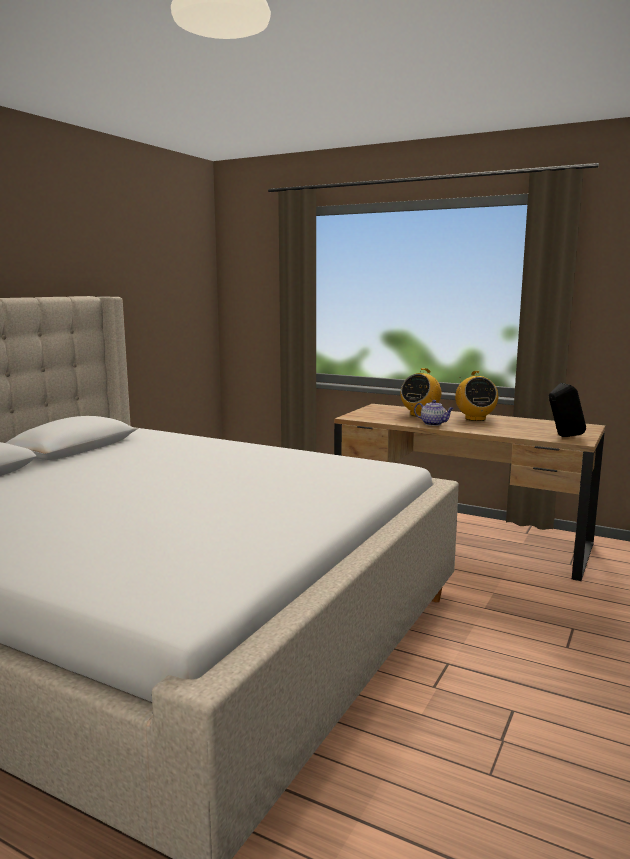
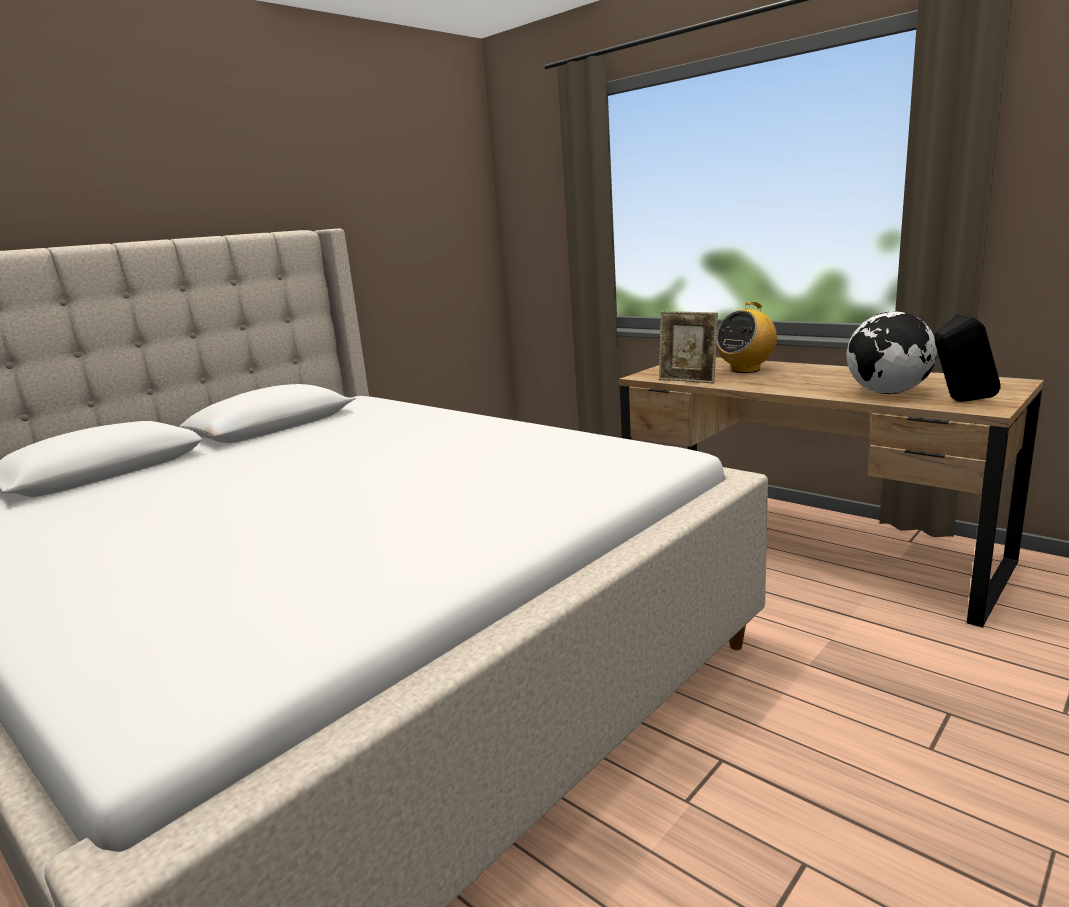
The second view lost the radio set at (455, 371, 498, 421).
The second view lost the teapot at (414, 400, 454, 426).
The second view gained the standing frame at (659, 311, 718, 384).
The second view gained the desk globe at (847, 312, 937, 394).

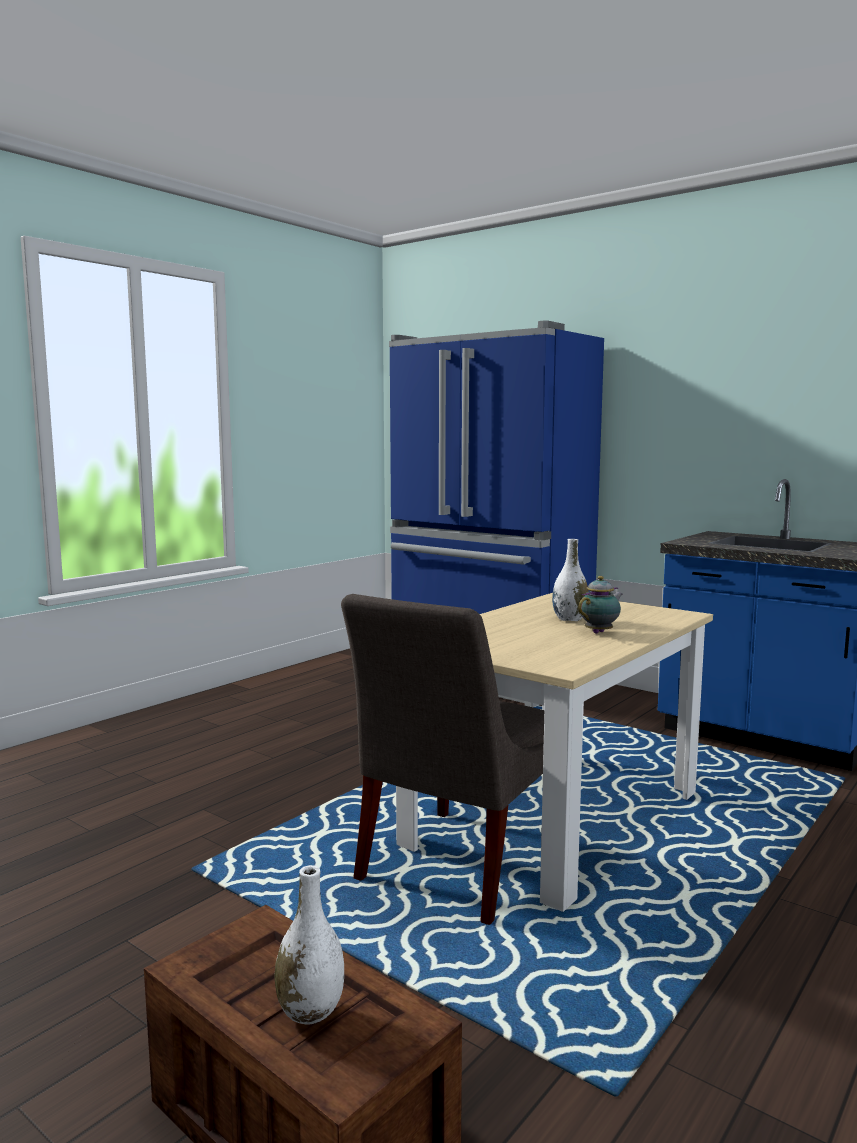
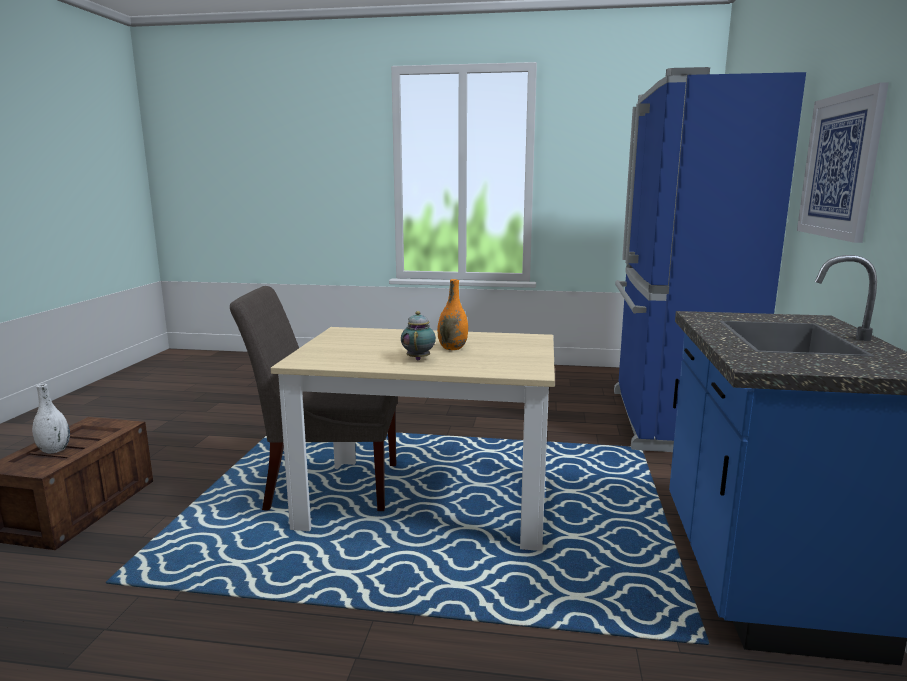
What was the vase/whitish at (552, 539, 589, 621) turned into the vase/orange-coloured at (437, 279, 468, 350).
The teapot at (579, 576, 623, 634) ended up facing another way, 105 degrees counterclockwise from before.
The second view gained the picture at (797, 82, 889, 243).

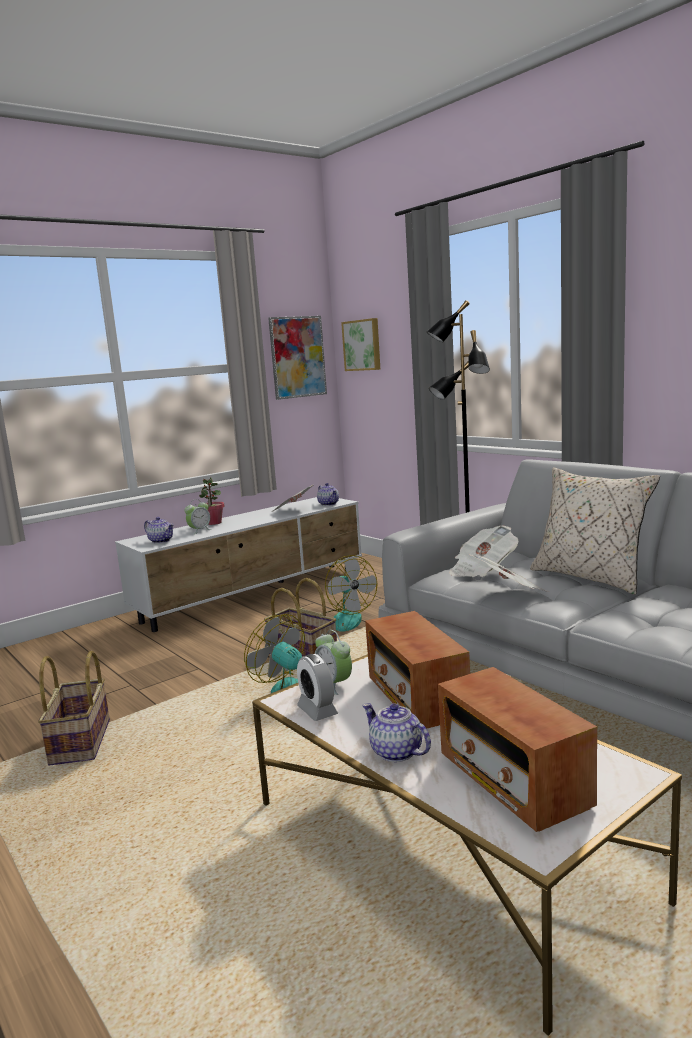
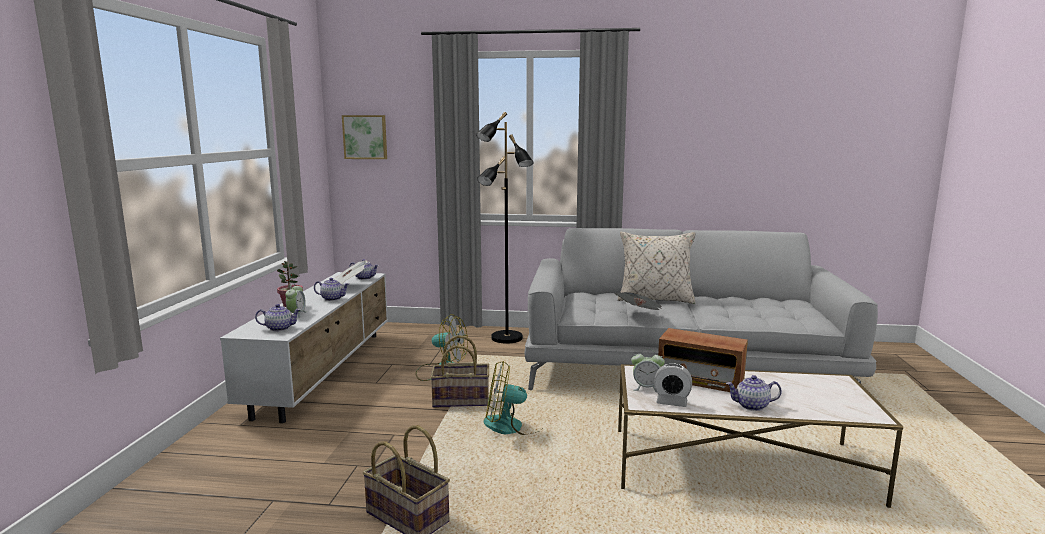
The second view lost the picture at (268, 316, 327, 400).
The second view lost the printed paper at (449, 526, 518, 577).
The second view lost the radio set at (438, 667, 597, 832).
The second view gained the teapot at (314, 278, 349, 301).

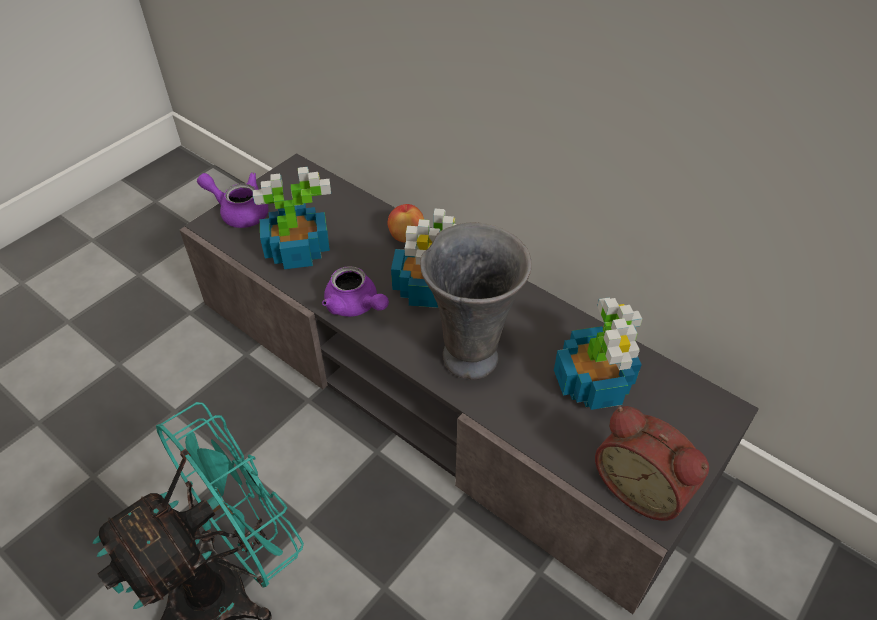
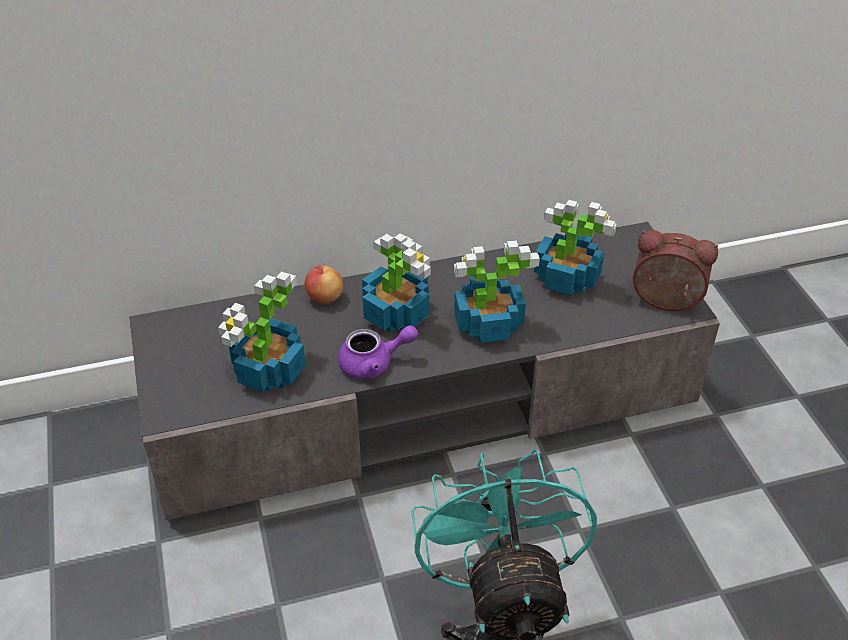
The second view lost the teapot/purple-coloured at (197, 172, 269, 228).
Where the vase/gray stood at (420, 222, 532, 380), the potted plant came to stand at (454, 240, 540, 343).
The alarm clock at (595, 406, 709, 521) ended up facing another way, 150 degrees counterclockwise from before.

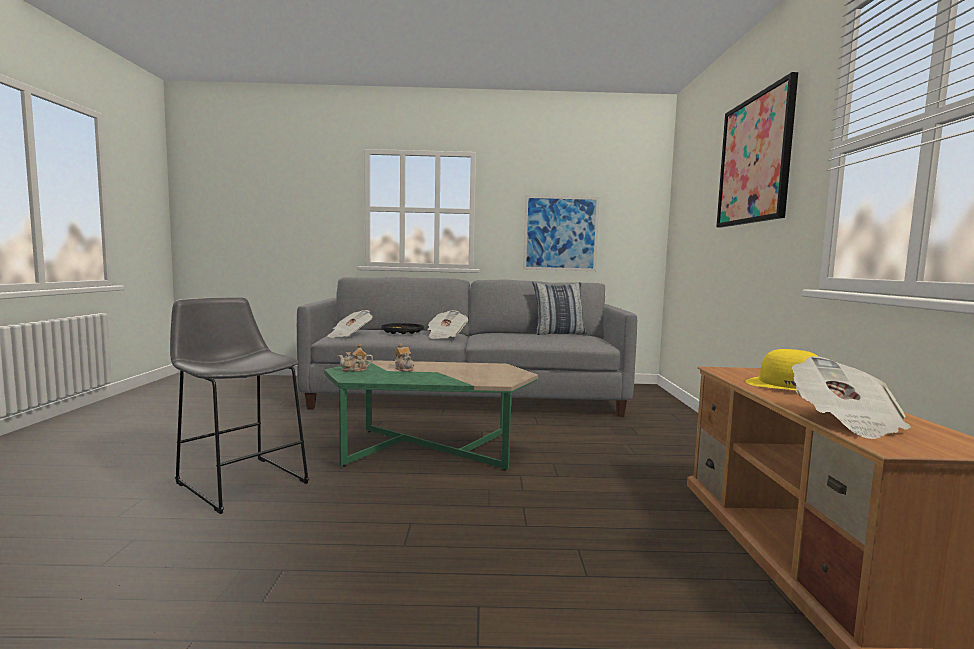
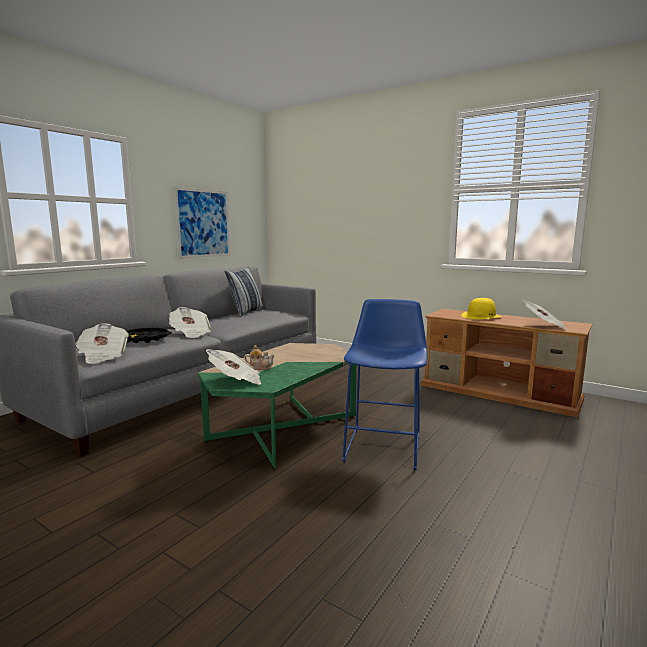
The second view lost the picture at (716, 72, 798, 227).
The second view lost the sitting stool/gray at (170, 297, 309, 514).
Where the teapot stood at (338, 344, 373, 372), the printed paper came to stand at (206, 349, 261, 385).
The second view gained the sitting stool/blue at (342, 299, 428, 471).

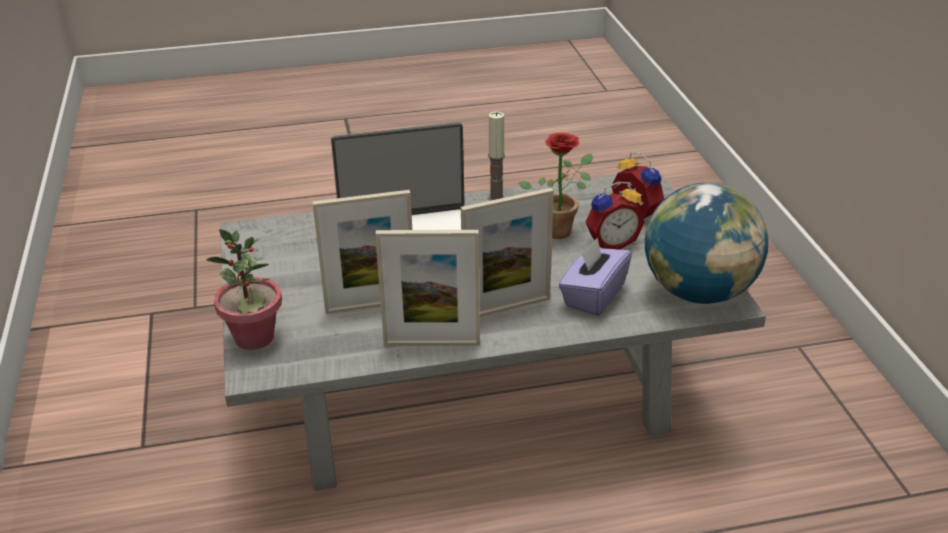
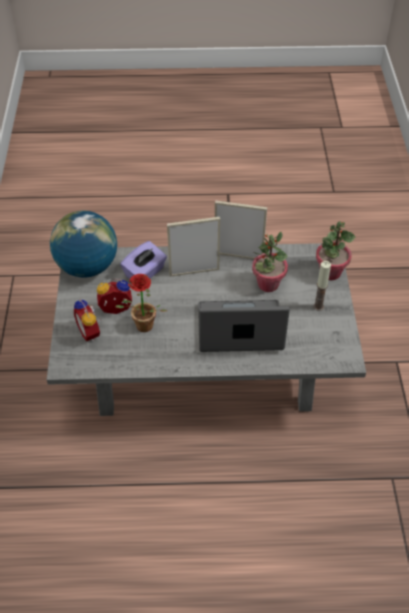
The wax light ended up elsewhere, having gone from (488, 112, 505, 201) to (313, 261, 331, 311).
Where the standing frame stood at (312, 190, 412, 314), the potted plant came to stand at (252, 231, 288, 292).

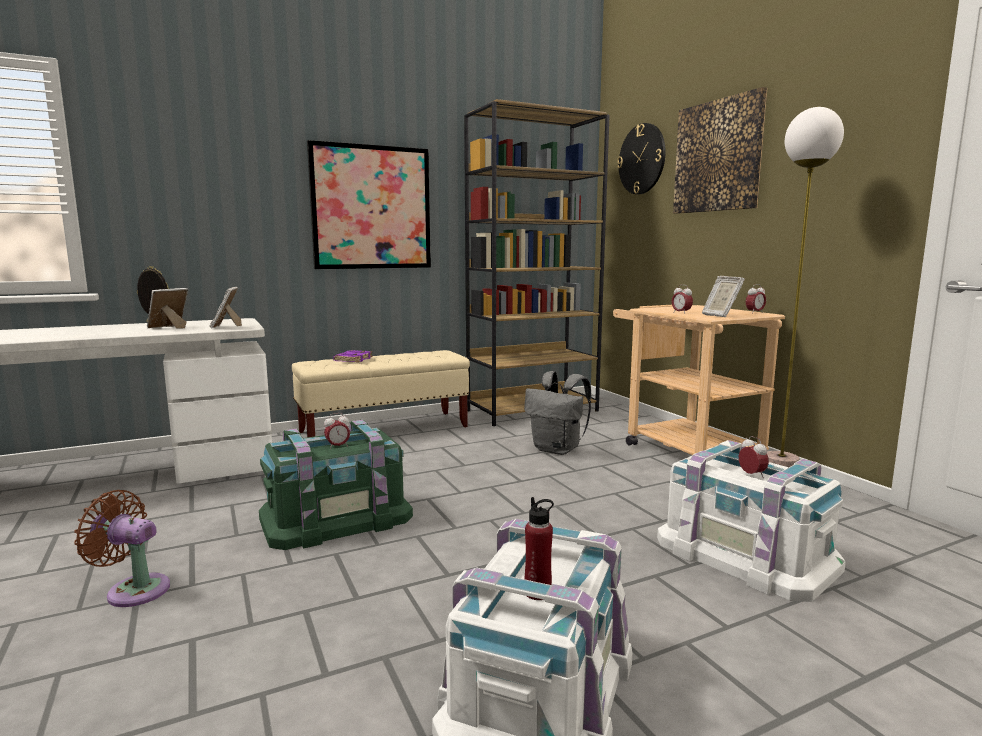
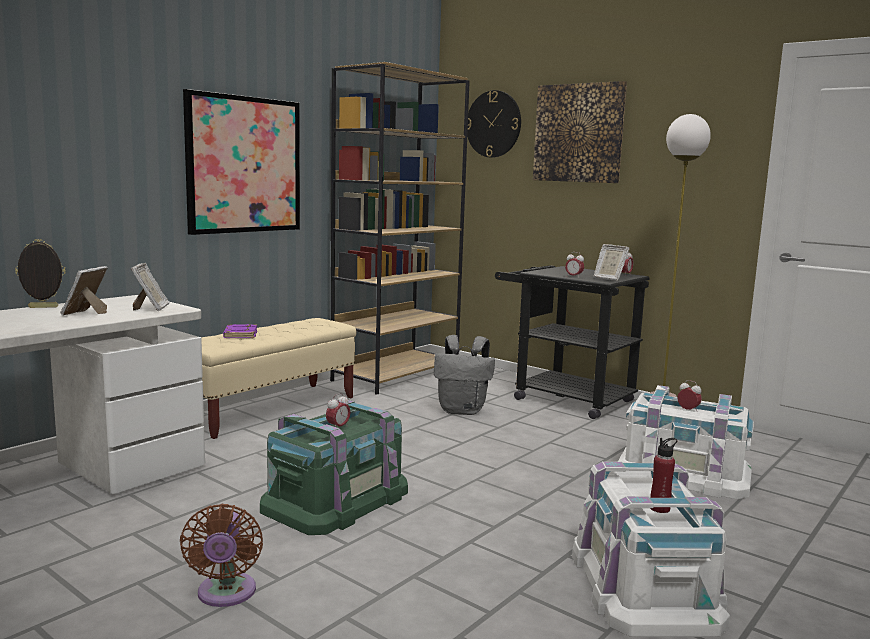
The standing frame at (210, 287, 242, 328) ended up facing another way, 150 degrees counterclockwise from before.
What was the trolley/beige at (613, 305, 785, 455) turned into the trolley/blackish at (495, 265, 649, 419).
The fan/brown-coloured at (74, 490, 170, 607) ended up facing another way, 90 degrees counterclockwise from before.

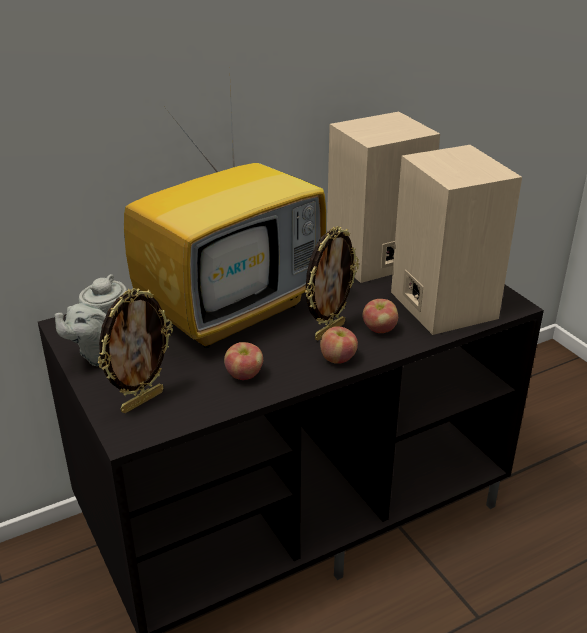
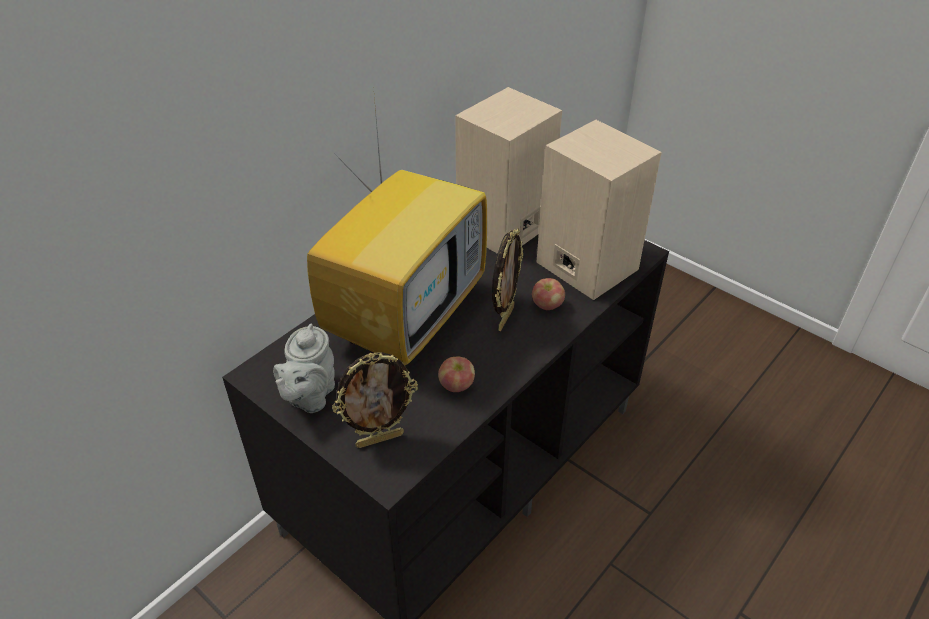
The standing frame at (97, 288, 173, 413) ended up facing another way, 45 degrees clockwise from before.
The second view lost the apple at (320, 326, 358, 364).

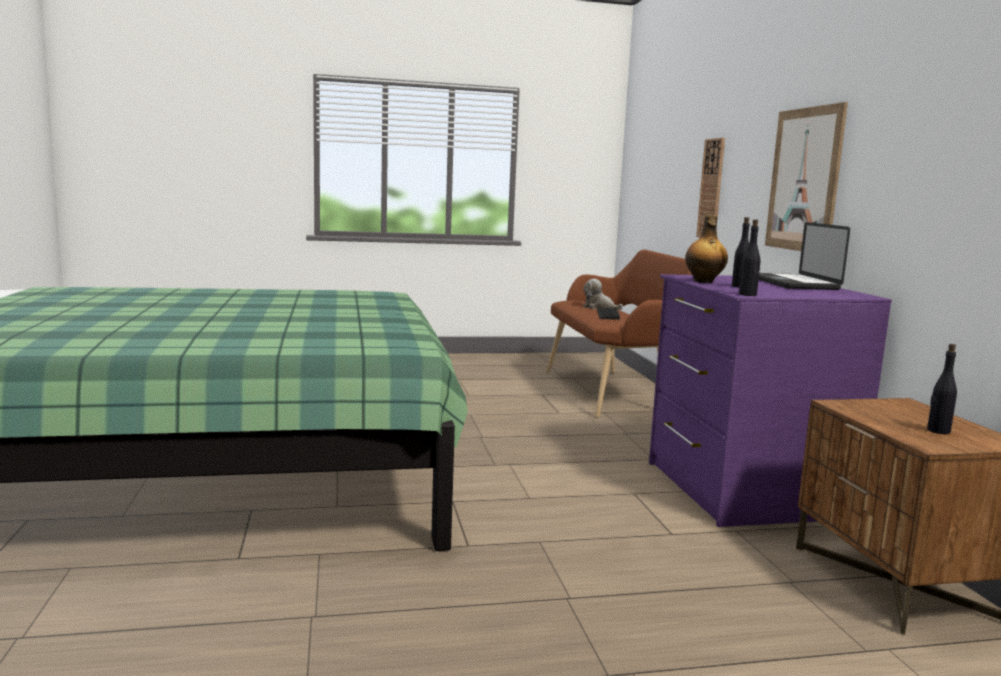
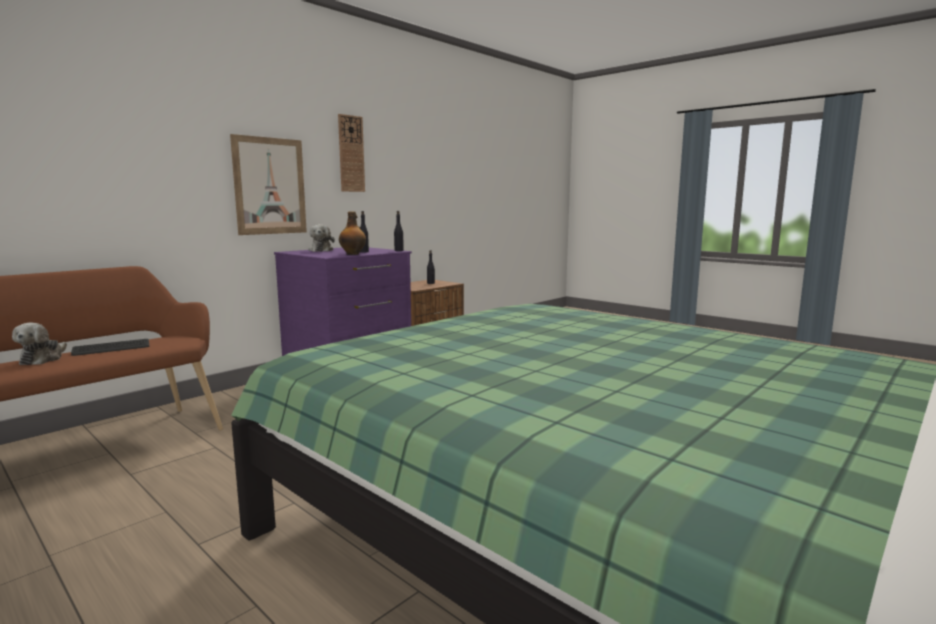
The clock on the wall ended up elsewhere, having gone from (696, 138, 725, 237) to (338, 114, 365, 192).
Where the notebook computer stood at (759, 222, 850, 290), the soft toy came to stand at (308, 224, 335, 252).

